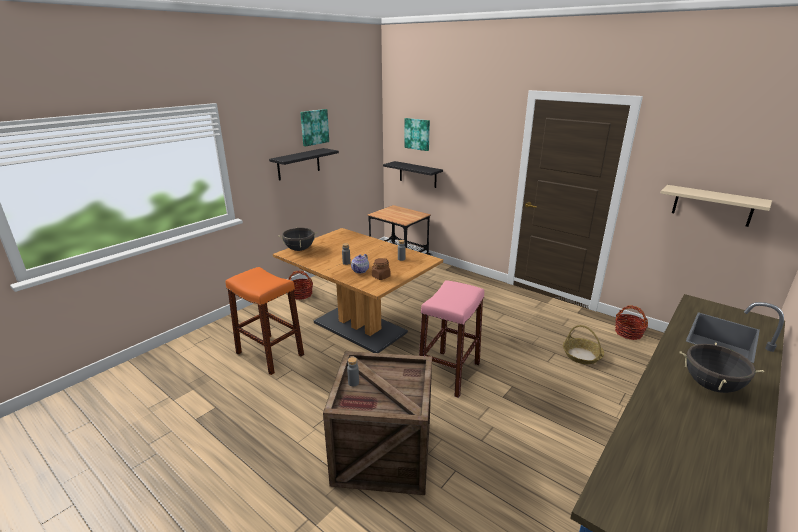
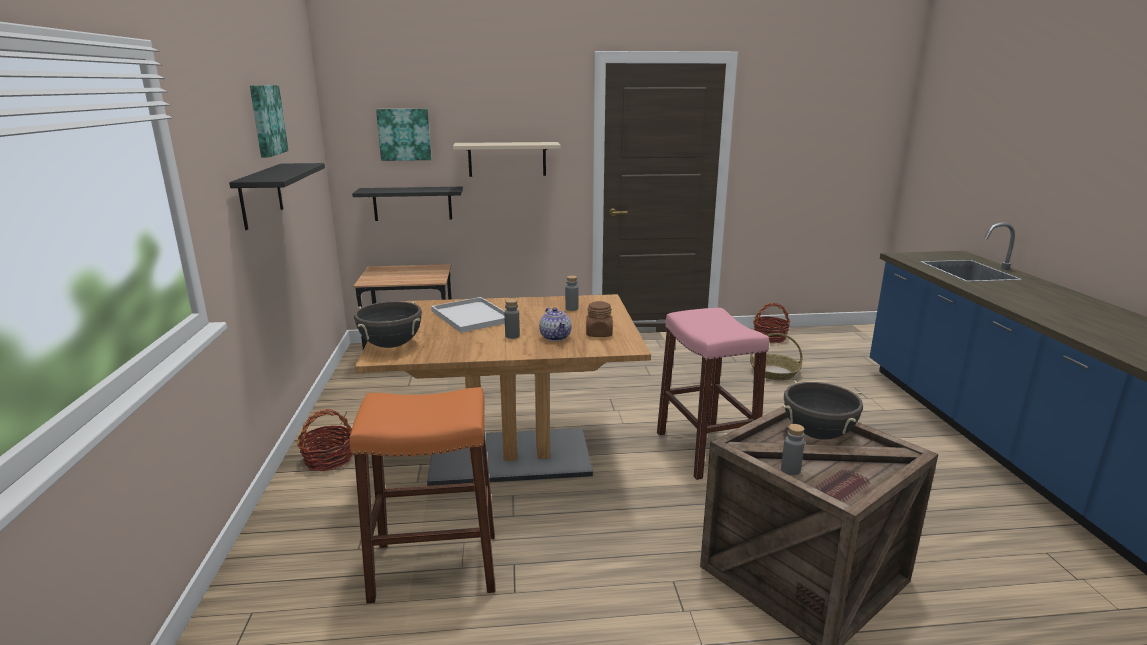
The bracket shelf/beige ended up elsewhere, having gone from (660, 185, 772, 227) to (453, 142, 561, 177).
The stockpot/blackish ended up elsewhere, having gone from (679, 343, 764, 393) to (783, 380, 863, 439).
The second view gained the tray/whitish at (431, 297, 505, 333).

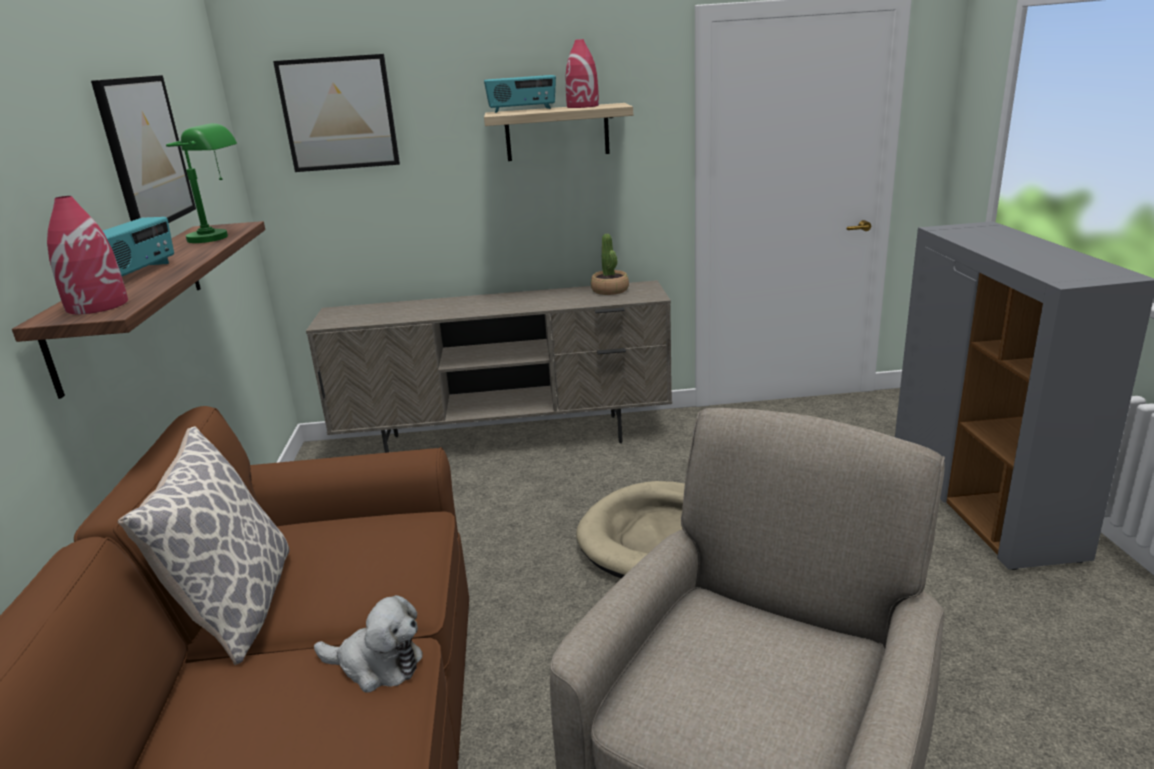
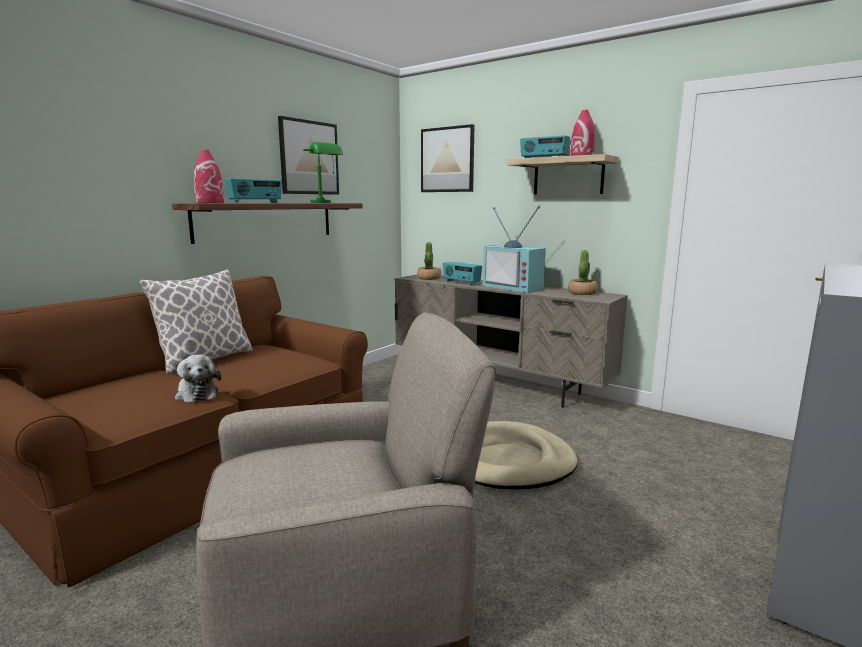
The second view gained the TV at (483, 206, 546, 293).
The second view gained the potted plant at (417, 242, 441, 280).
The second view gained the radio set at (443, 262, 482, 285).

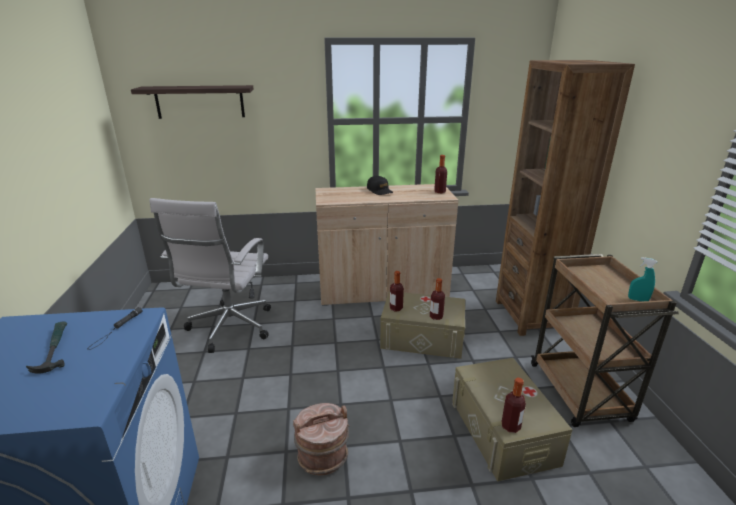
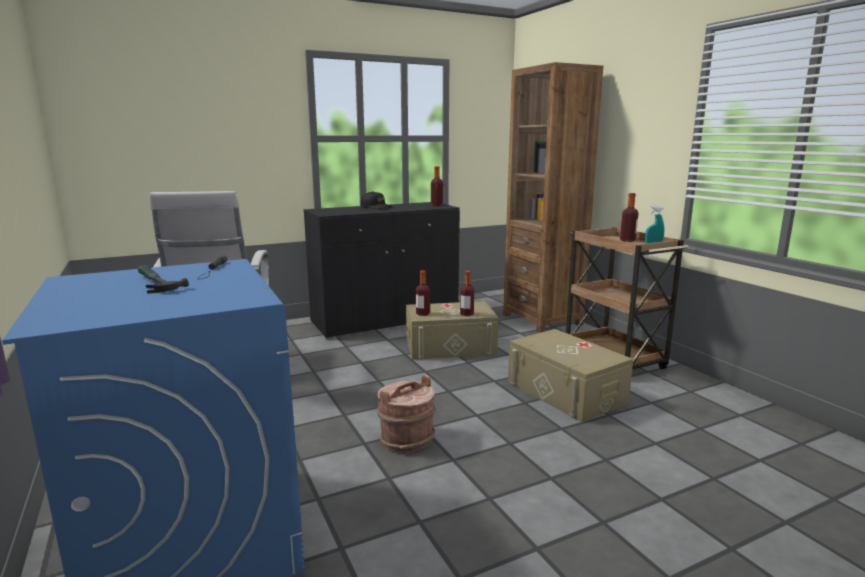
The second view lost the bracket shelf at (131, 85, 254, 119).
What was the cupboard/beige at (315, 184, 458, 306) turned into the cupboard/blackish at (304, 202, 460, 339).
The beverage bottle ended up elsewhere, having gone from (502, 378, 526, 433) to (620, 193, 639, 242).

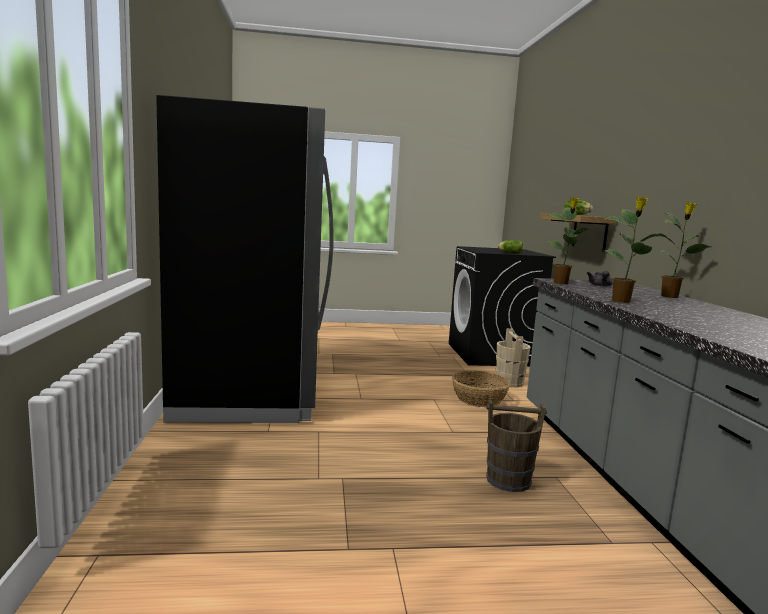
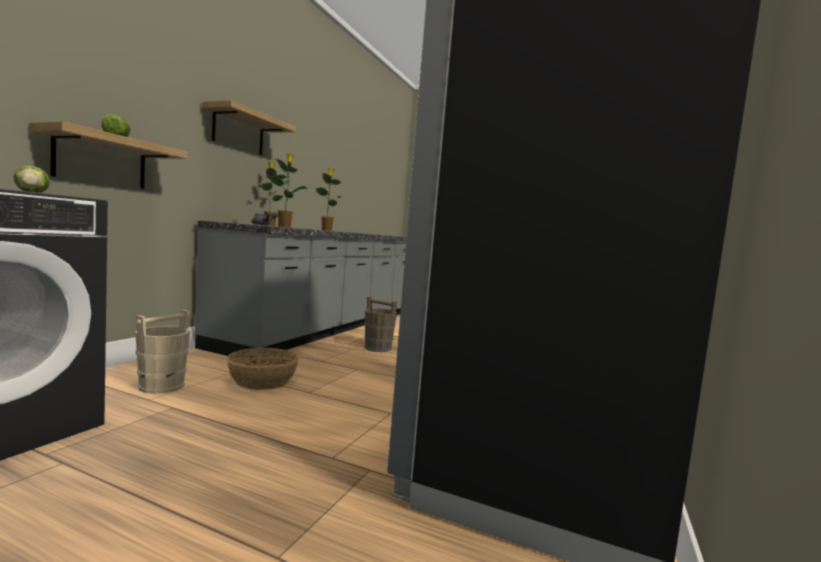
The second view gained the bracket shelf at (202, 100, 296, 155).

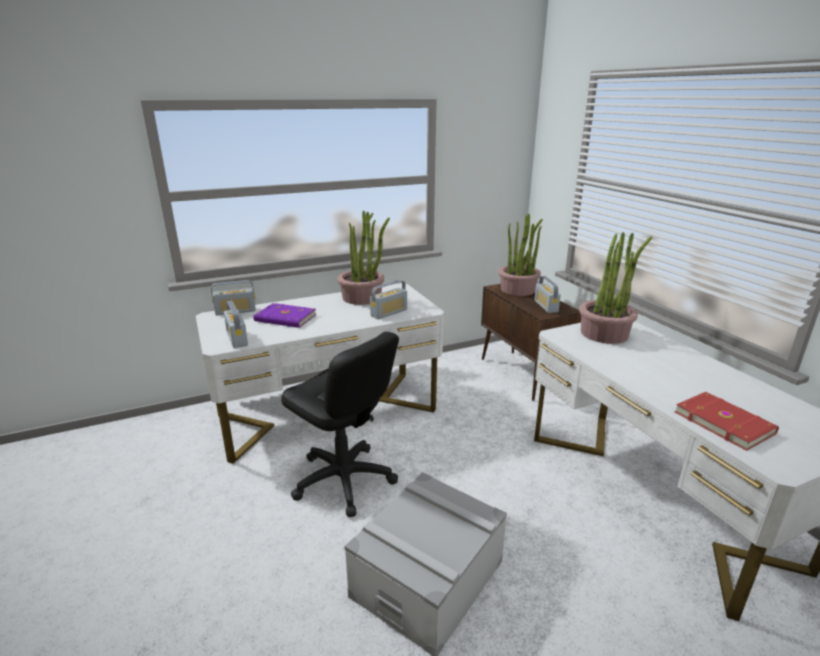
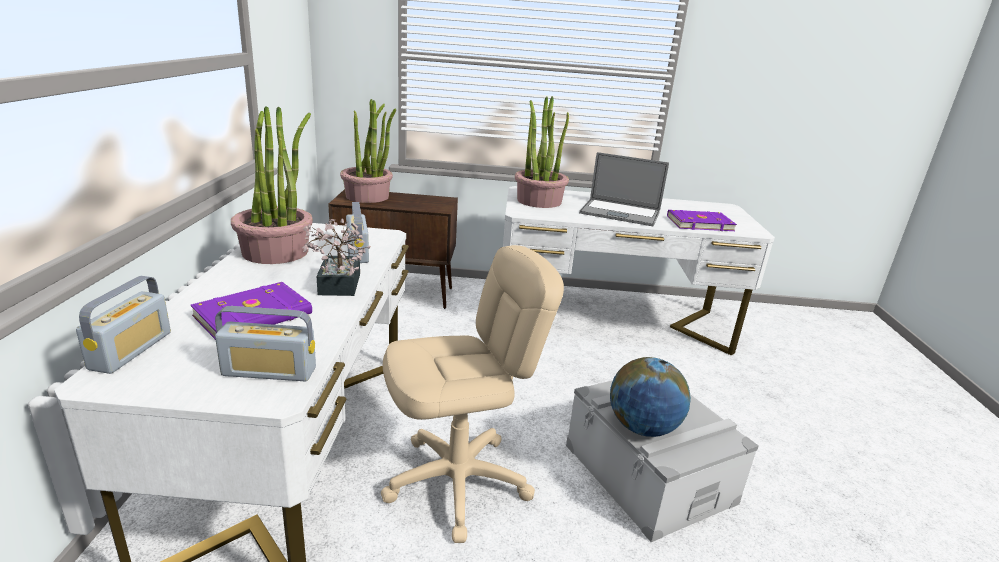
The second view lost the radio set at (534, 276, 561, 313).
What was the desk chair/blackish at (281, 331, 399, 517) turned into the desk chair/beige at (381, 245, 564, 543).
What was the book/red-coloured at (675, 392, 779, 451) turned into the book/purple-coloured at (667, 210, 737, 231).
The second view gained the notebook computer at (579, 152, 669, 226).
The second view gained the potted plant at (302, 219, 371, 296).
The second view gained the desk globe at (610, 357, 691, 437).

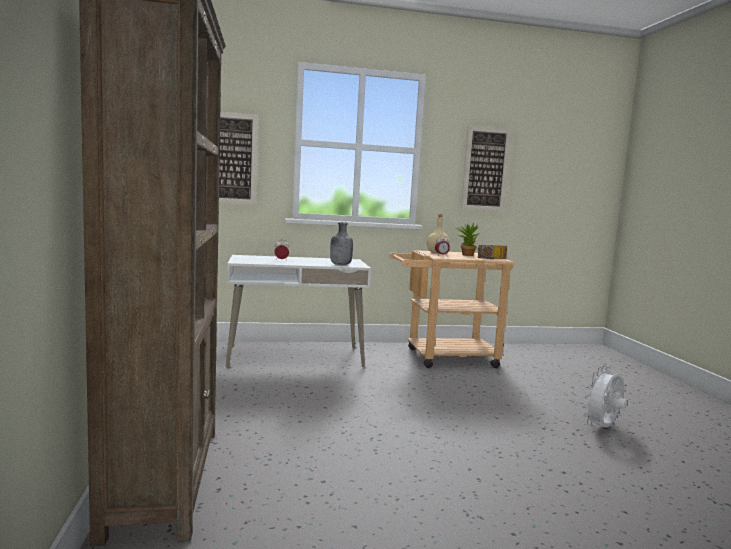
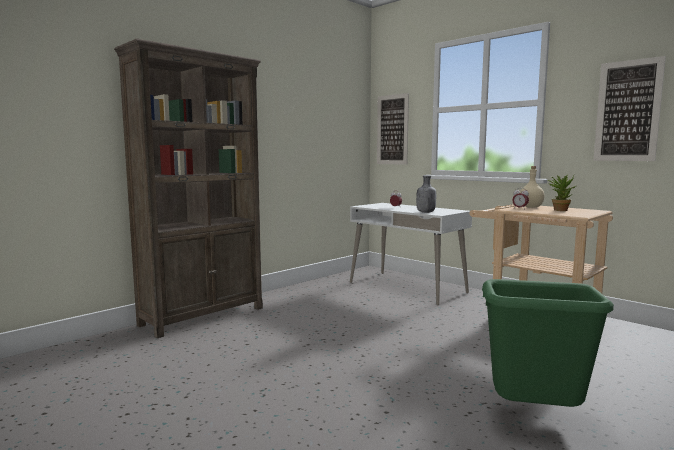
The second view lost the radio set at (478, 245, 507, 259).
Where the fan/whitish stood at (583, 366, 627, 427), the trash can/green came to stand at (482, 279, 614, 407).

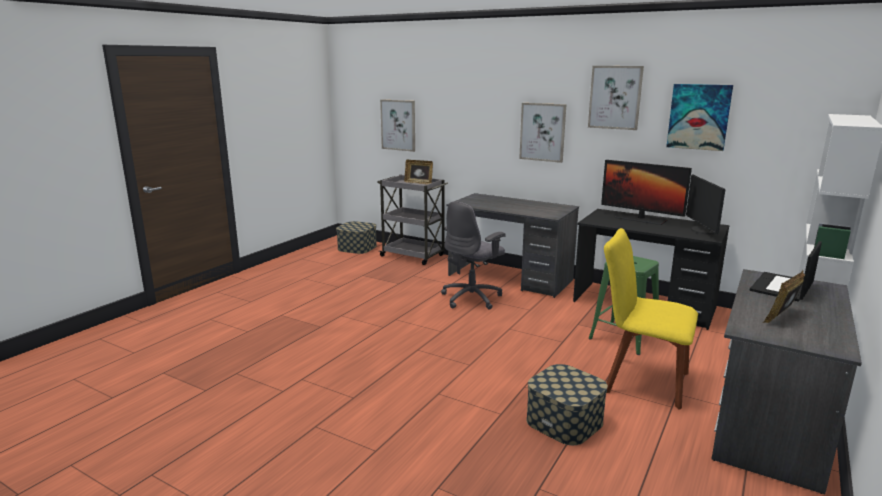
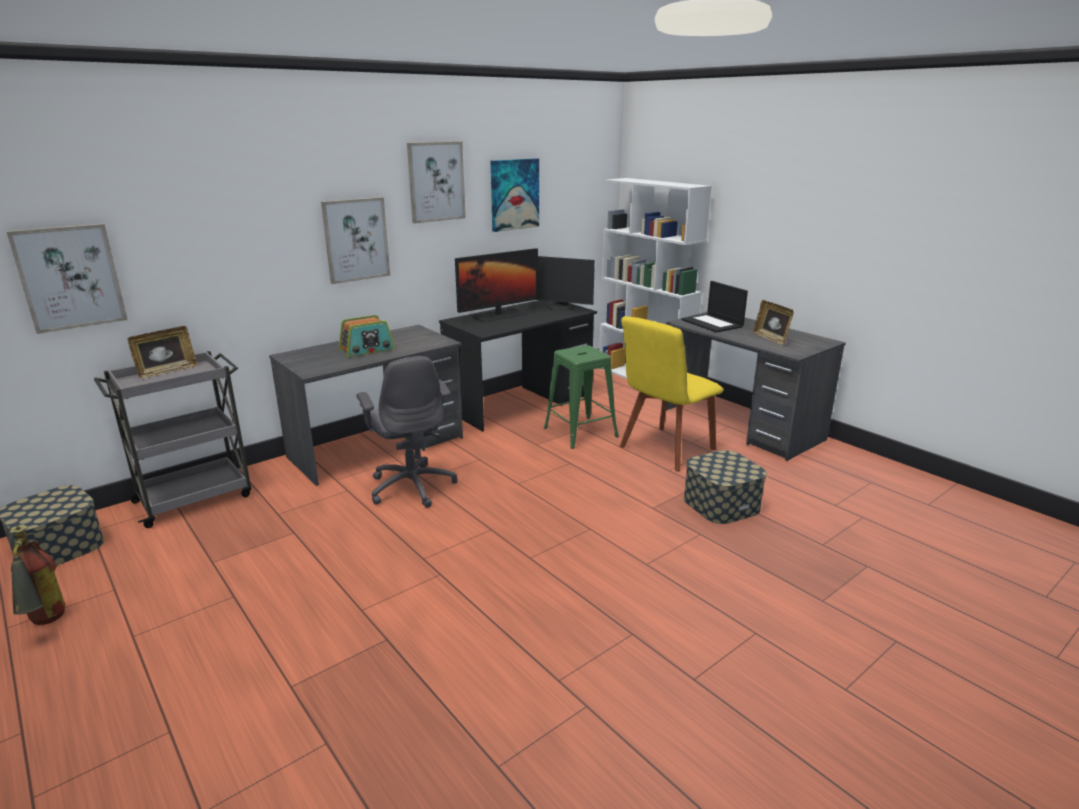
The second view gained the radio set at (339, 315, 395, 357).
The second view gained the extinguisher at (9, 524, 65, 625).

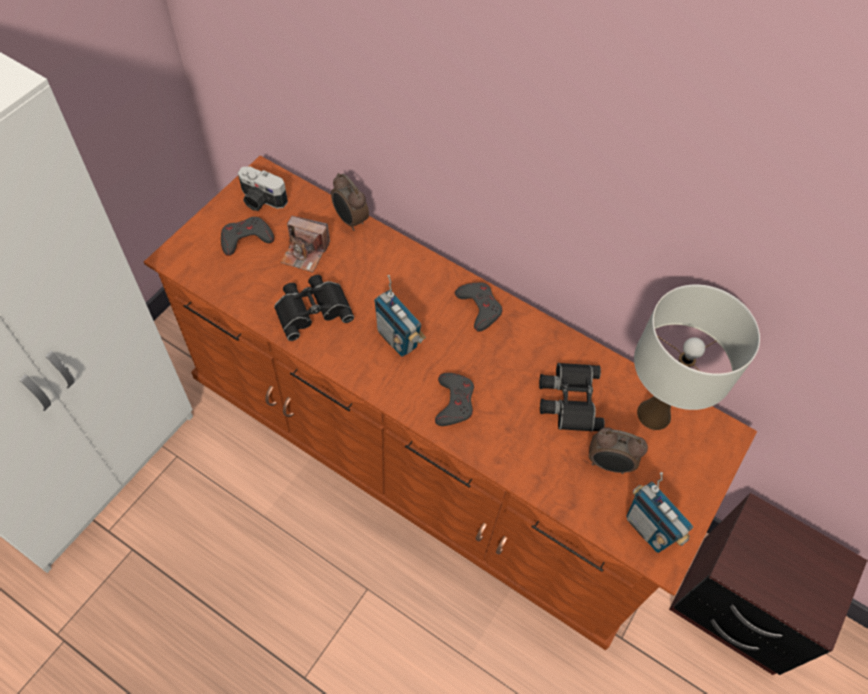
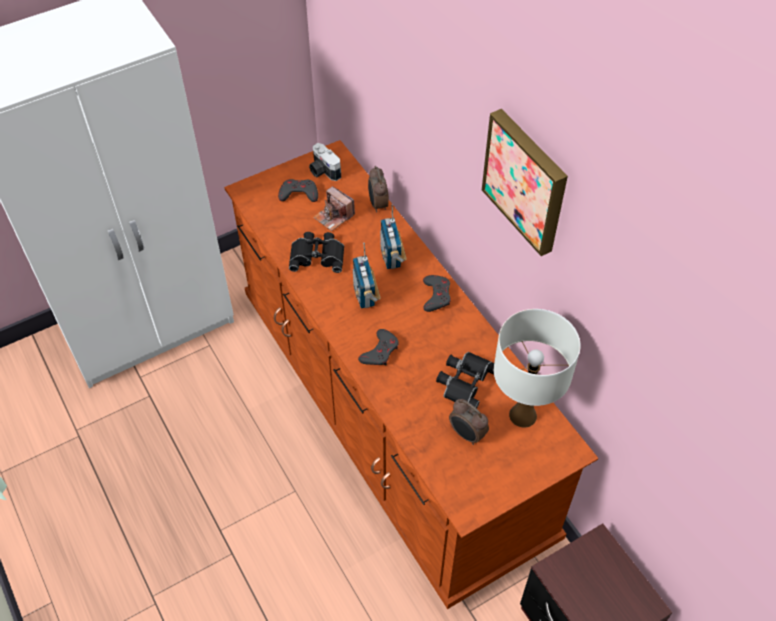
The radio set ended up elsewhere, having gone from (626, 472, 693, 553) to (380, 204, 406, 269).
The second view gained the picture at (482, 109, 568, 256).

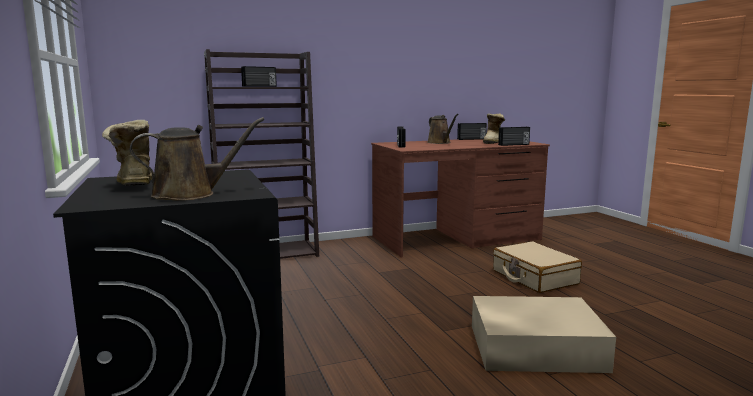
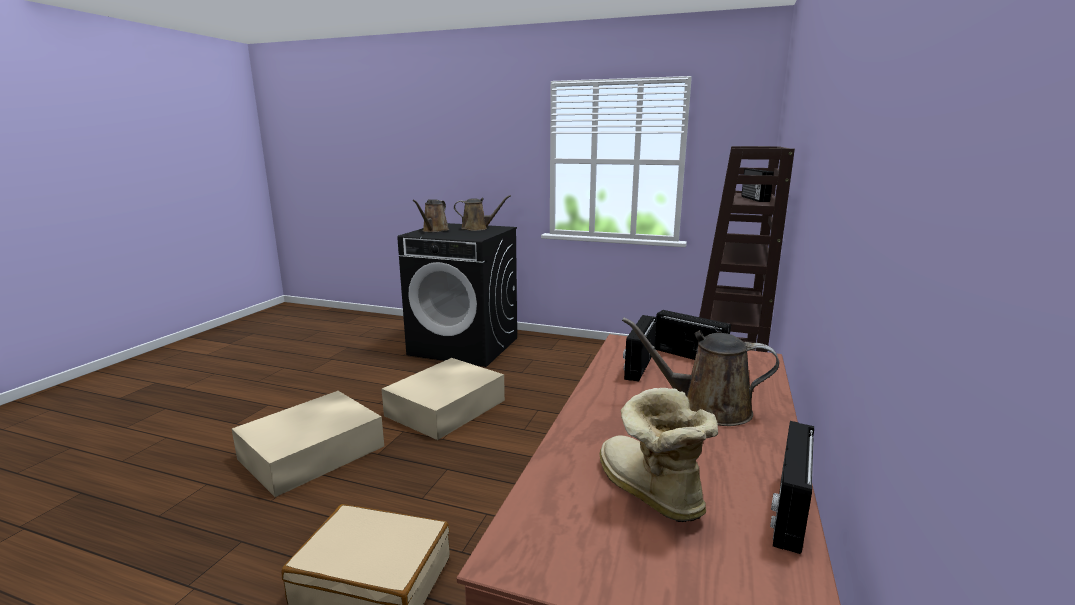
Where the high-top boot stood at (102, 120, 152, 186), the watering pot/brown-coloured came to stand at (454, 195, 511, 231).
The radio set ended up elsewhere, having gone from (498, 127, 530, 146) to (623, 315, 656, 382).
The second view gained the storage box/beige at (381, 358, 505, 440).

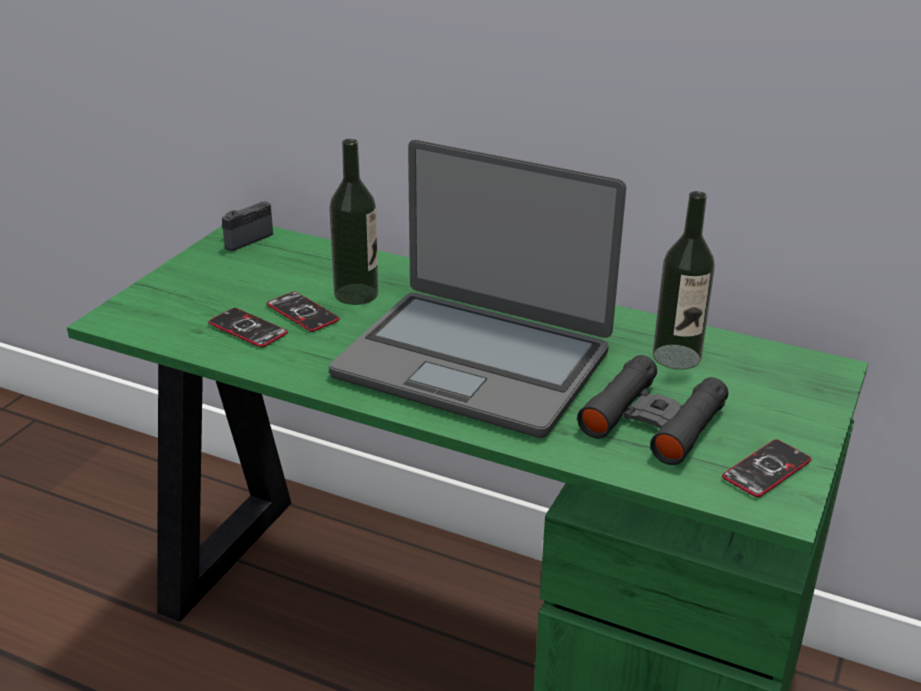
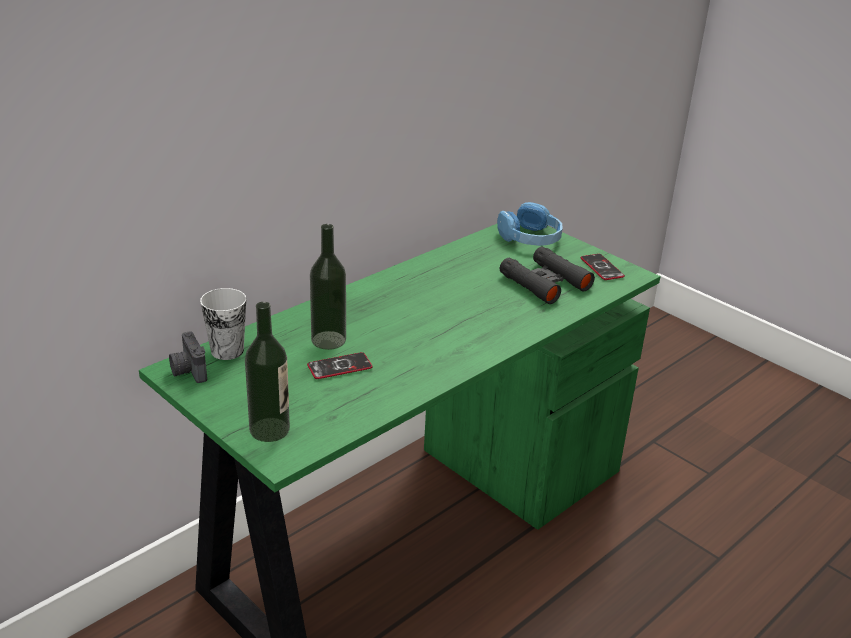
The second view lost the notebook computer at (329, 140, 626, 438).
The beverage bottle ended up elsewhere, having gone from (653, 191, 715, 370) to (245, 302, 290, 442).
The second view lost the phone at (208, 308, 288, 347).
The second view gained the headset/blue at (497, 202, 563, 246).
The second view gained the cup at (200, 288, 246, 360).

